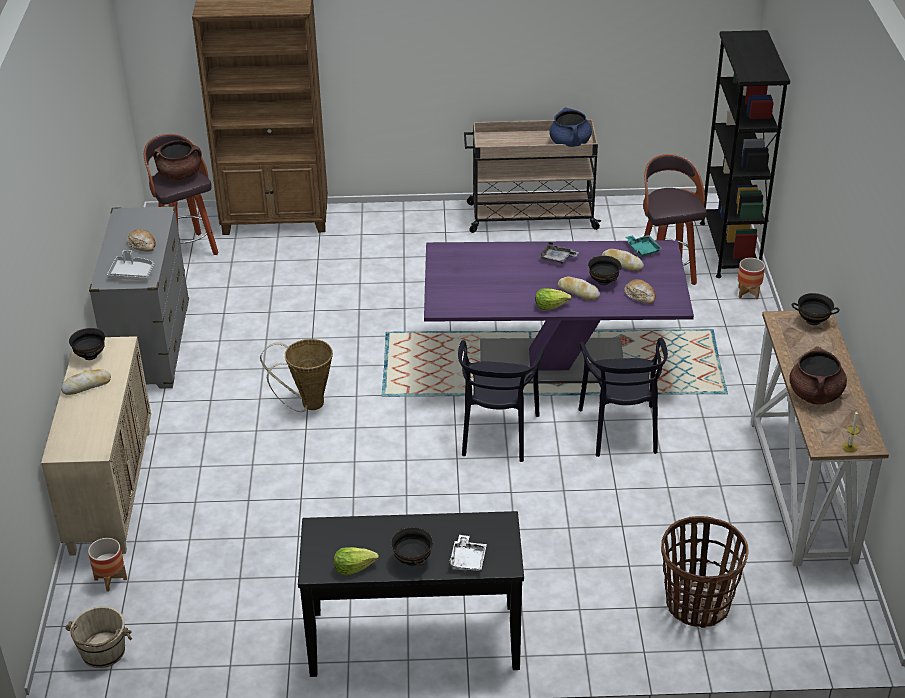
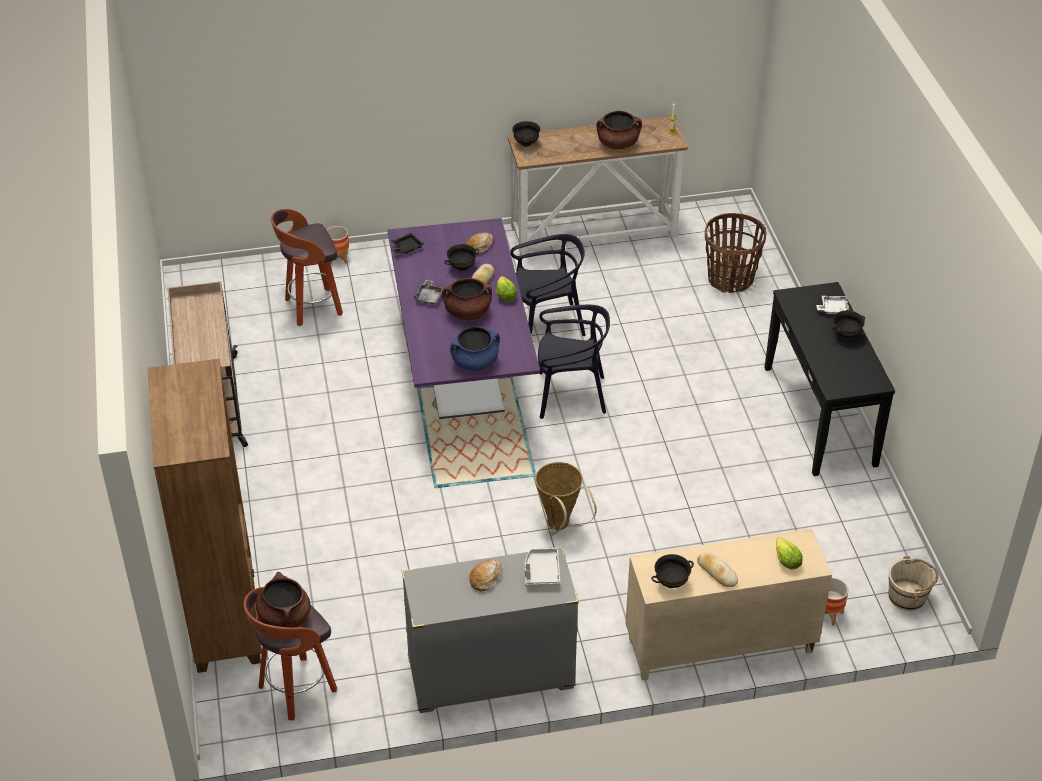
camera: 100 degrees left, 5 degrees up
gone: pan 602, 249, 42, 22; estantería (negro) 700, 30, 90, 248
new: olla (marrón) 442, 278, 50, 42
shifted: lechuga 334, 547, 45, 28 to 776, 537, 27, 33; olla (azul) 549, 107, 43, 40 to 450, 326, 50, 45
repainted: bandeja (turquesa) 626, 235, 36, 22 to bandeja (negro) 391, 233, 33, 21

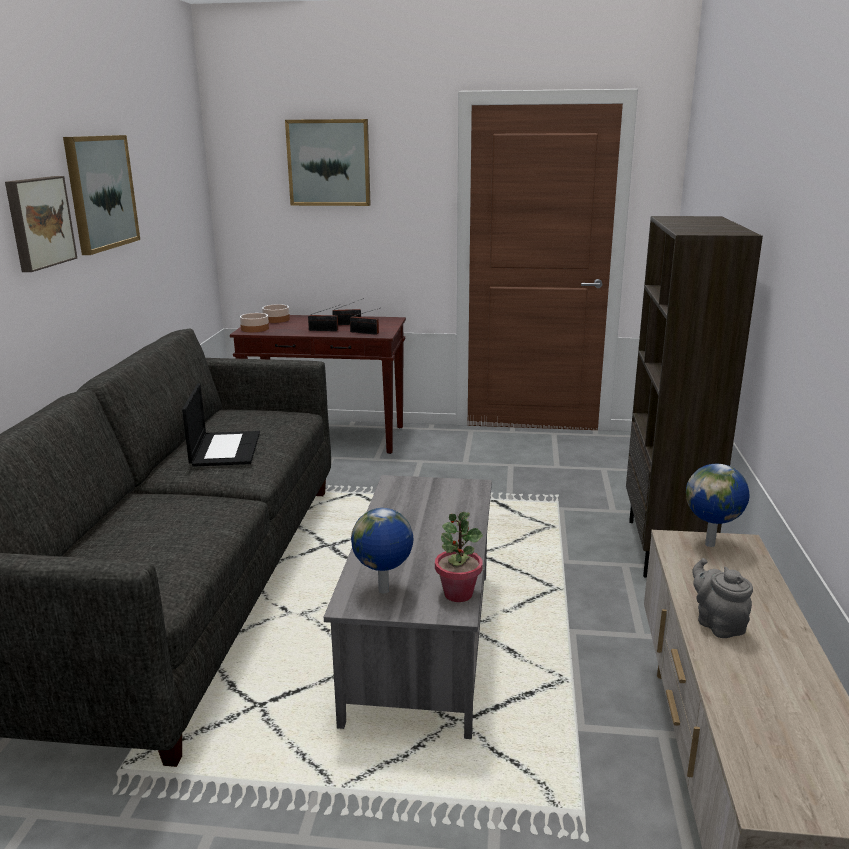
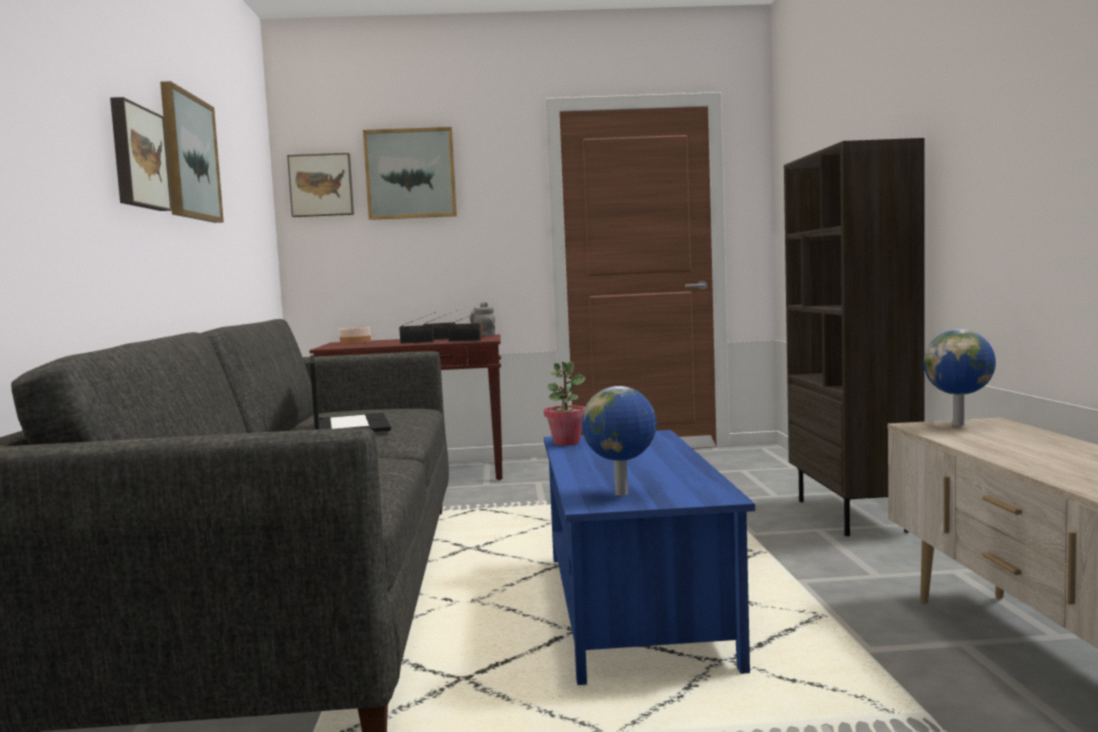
camera: 10 degrees left, 15 degrees down
gone: cuenco 240, 313, 29, 19
new: cuadro 287, 153, 67, 64
shifted: planta en maceta 435, 512, 48, 90 to 544, 361, 42, 84; tetera (gris) 692, 558, 61, 80 to 470, 301, 25, 36
repainted: mesa de centro (gris) 324, 475, 168, 264 to mesa de centro (azul) 544, 430, 211, 255

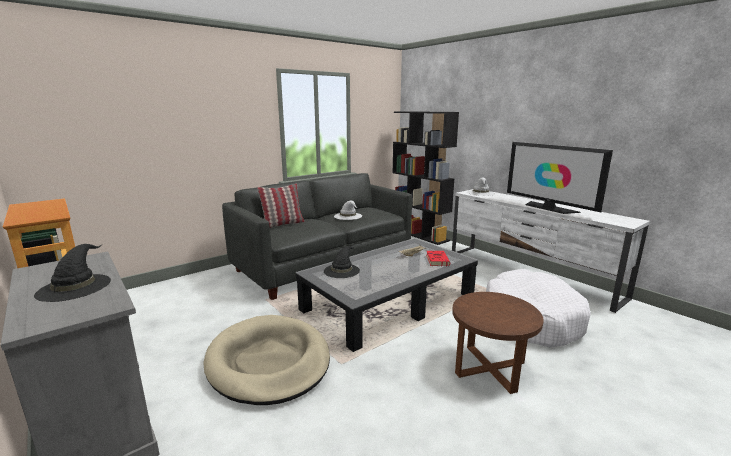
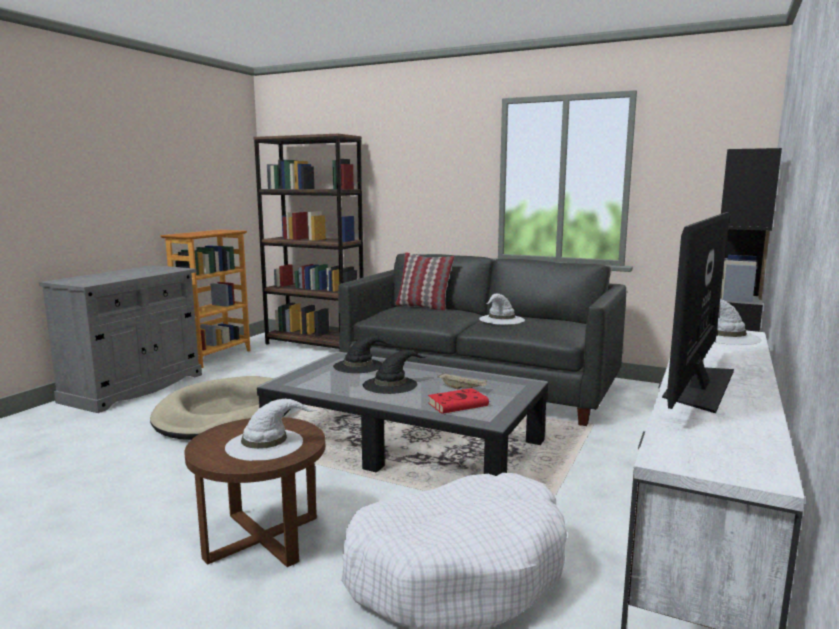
camera: 65 degrees right, 5 degrees down
new: sombrero (blanco) 225, 399, 94, 62; estantería (marrón) 254, 134, 110, 215
shifted: sombrero (negro) 34, 244, 77, 58 to 363, 350, 64, 44

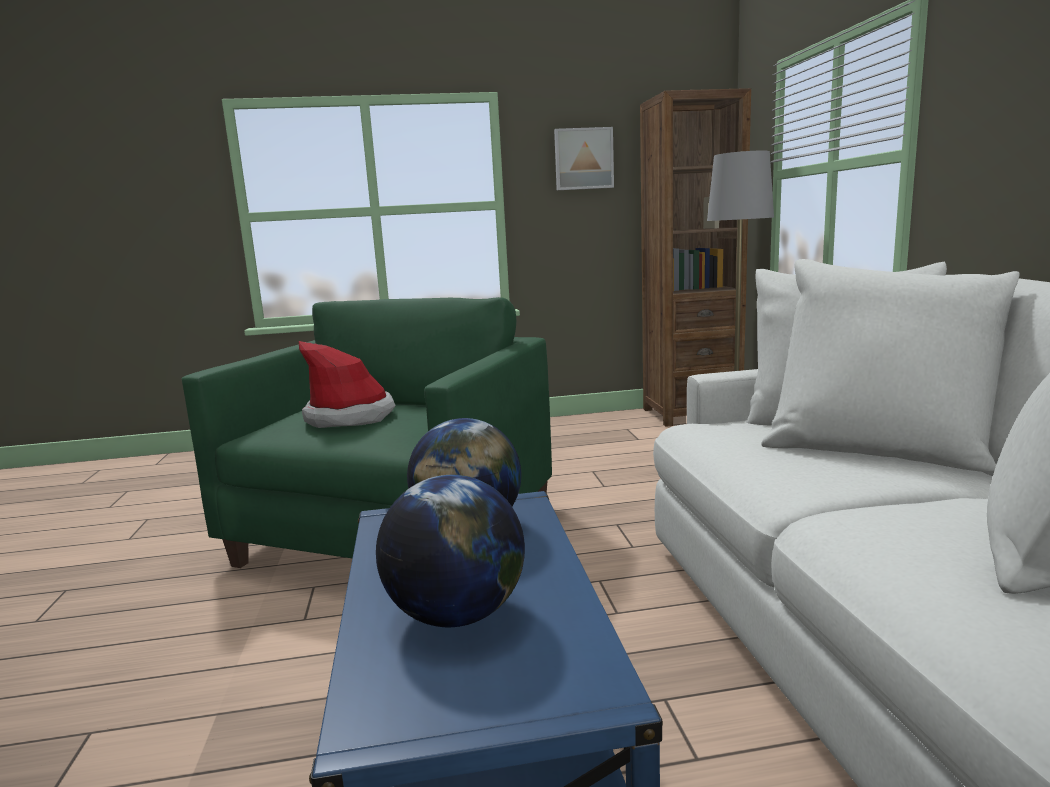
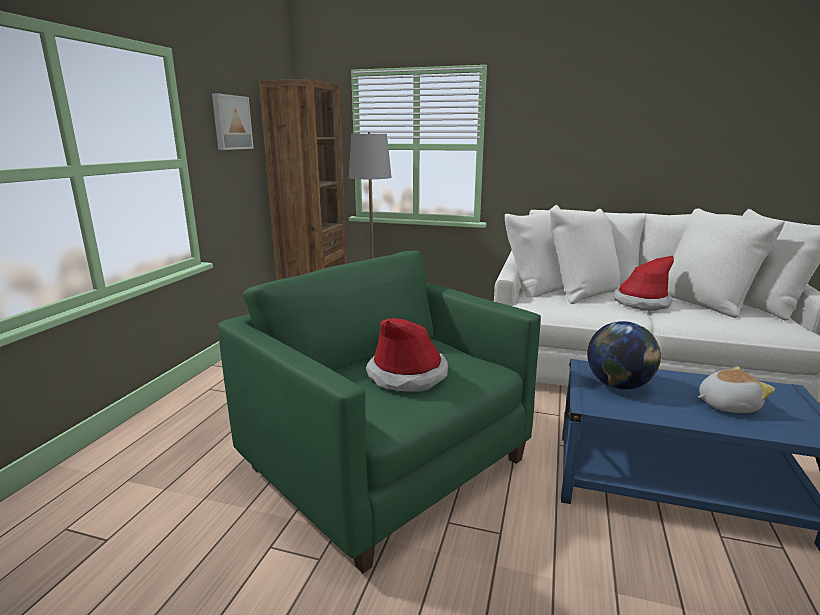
camera: 65 degrees left, 5 degrees up
new: sombrero 614, 256, 60, 55
swapped: globo terráqueo 376, 475, 149, 152 to peluche 698, 366, 77, 47

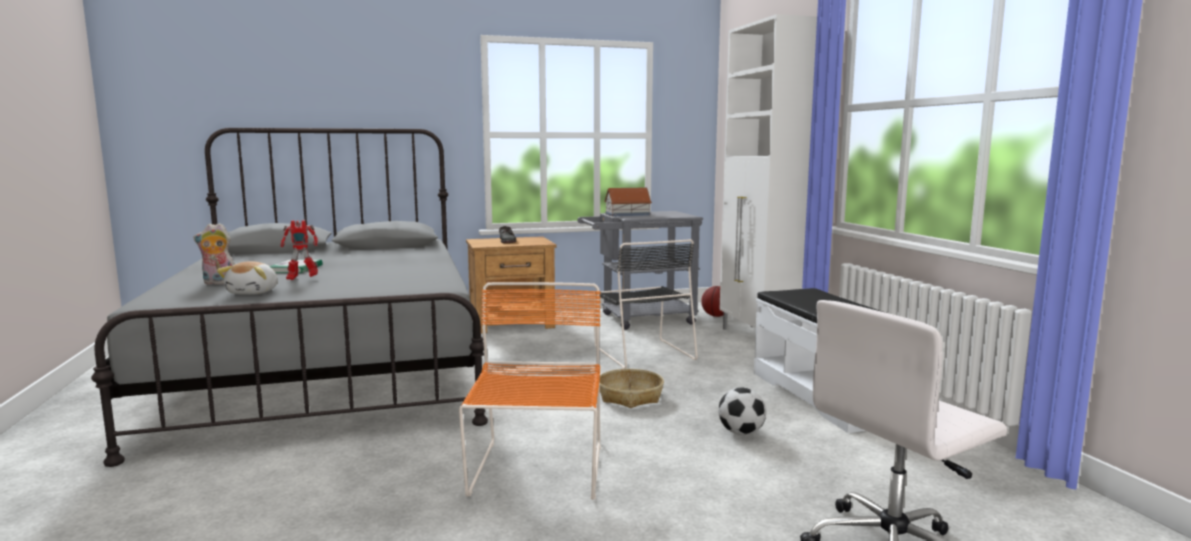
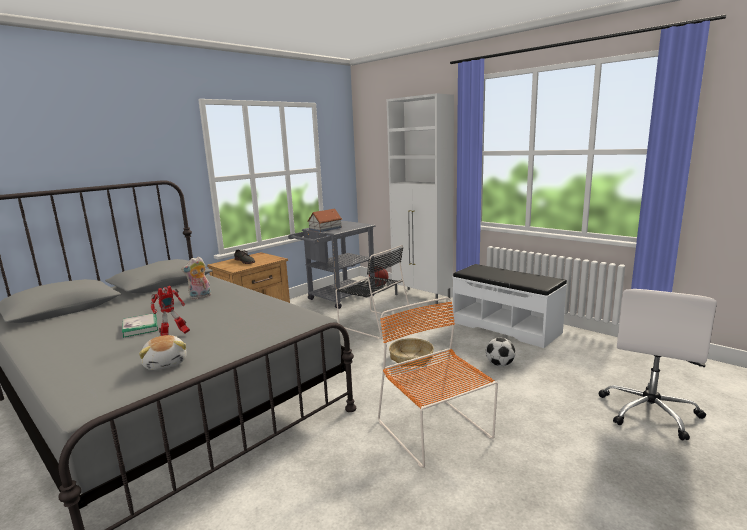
camera: 30 degrees left, 5 degrees up
shifted: peluche 194, 223, 41, 62 to 181, 256, 30, 44

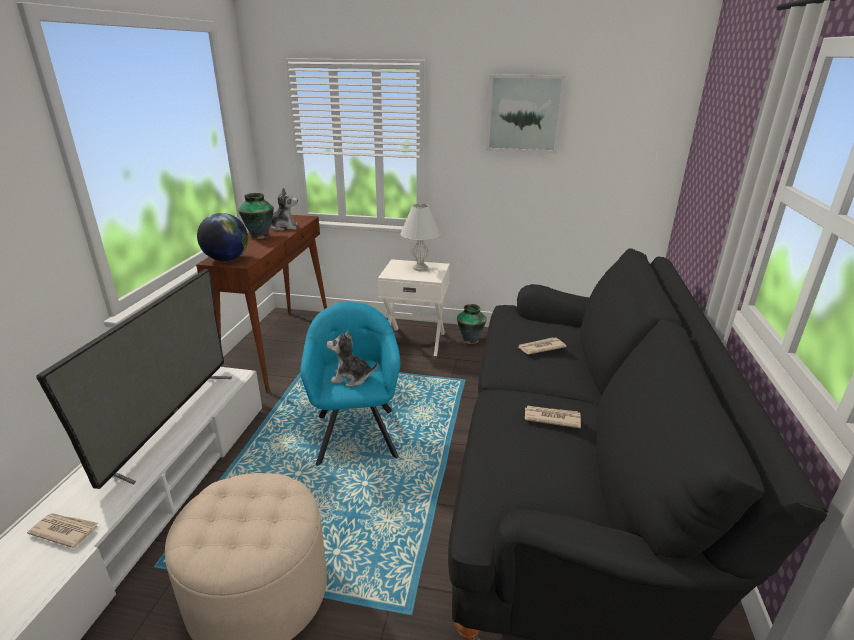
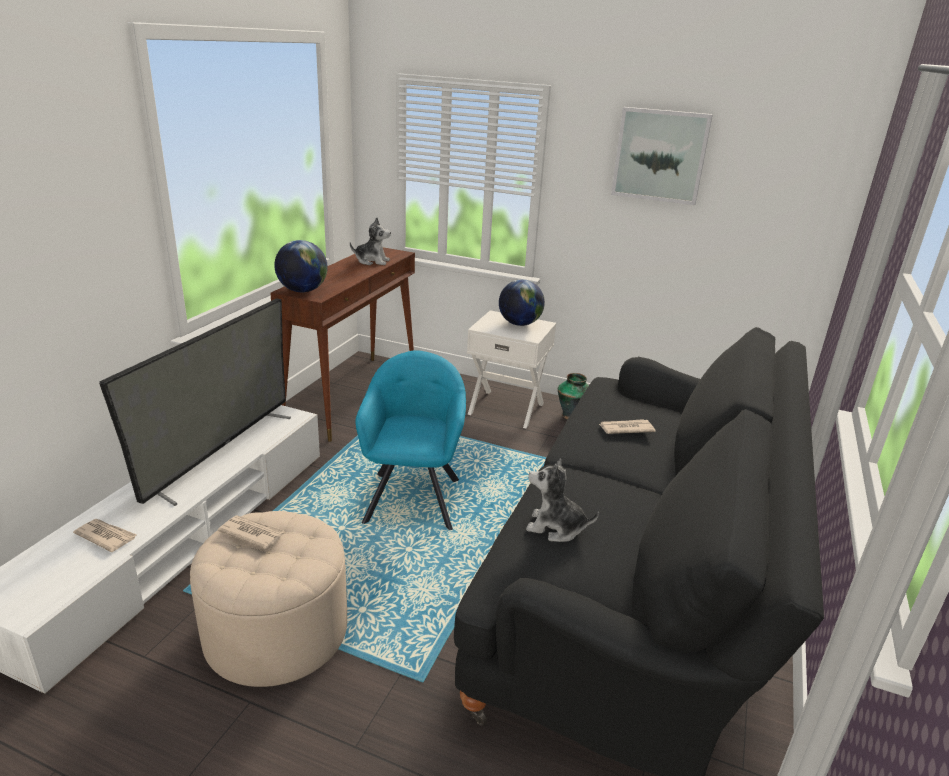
camera: 10 degrees right, 0 degrees up
gone: florero 238, 193, 36, 46
shifted: peluche 327, 330, 51, 57 to 526, 458, 73, 84; periódico 525, 406, 56, 22 to 218, 516, 66, 33
swapped: lámpara de mesa (blanco) 400, 204, 41, 67 to globo terráqueo 499, 279, 46, 47

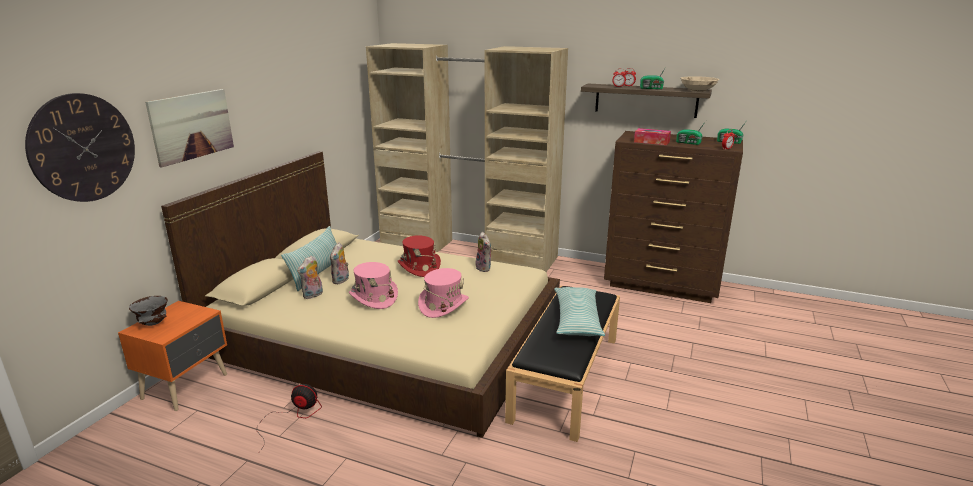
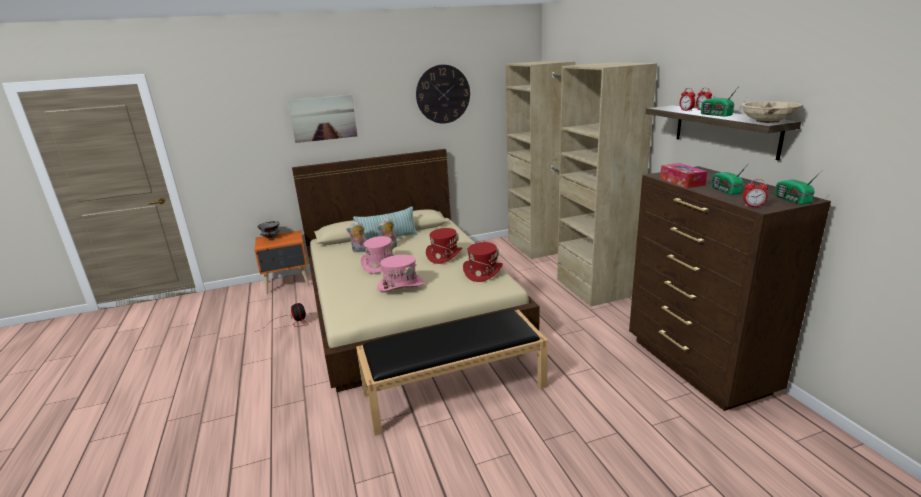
camera: 50 degrees right, 0 degrees up
gone: cojín 554, 287, 51, 49
shifted: reloj de pared 25, 93, 110, 109 to 416, 65, 54, 58
swapped: peluche 476, 232, 17, 40 to sombrero (rojo) 463, 242, 40, 40

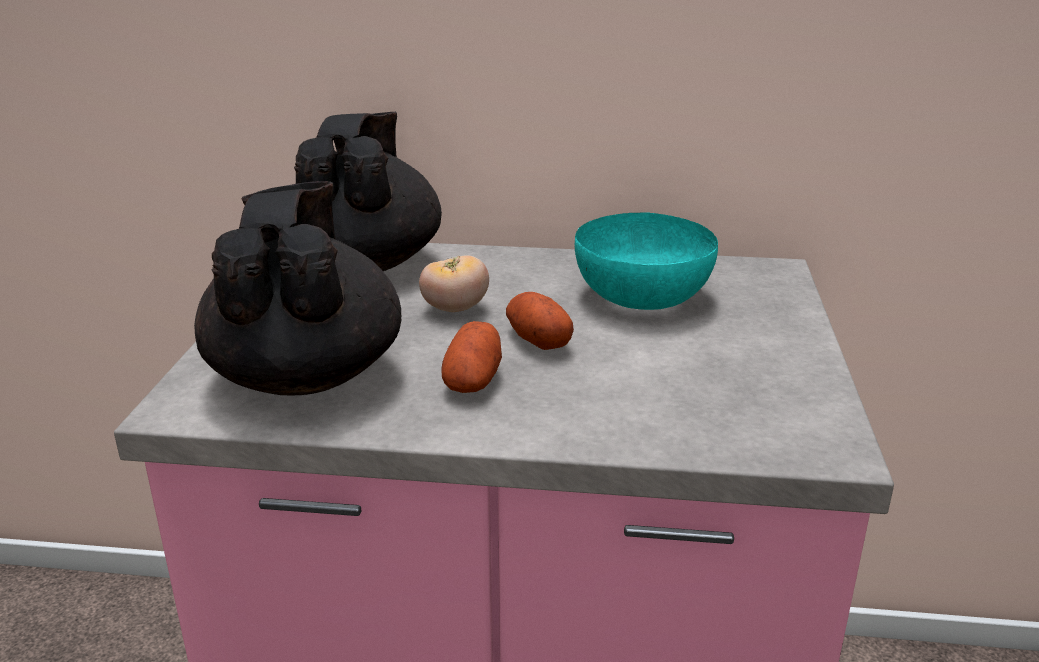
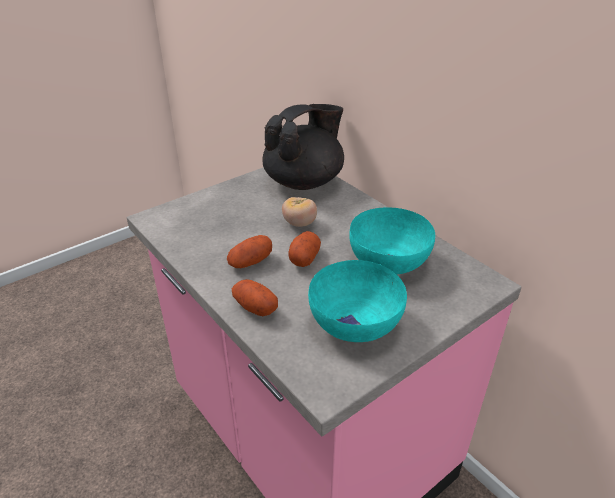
camera: 45 degrees right, 10 degrees up
gone: tetera (negro) 194, 181, 208, 214
new: patata 232, 279, 46, 37; cuenco (turquesa) 308, 260, 99, 82

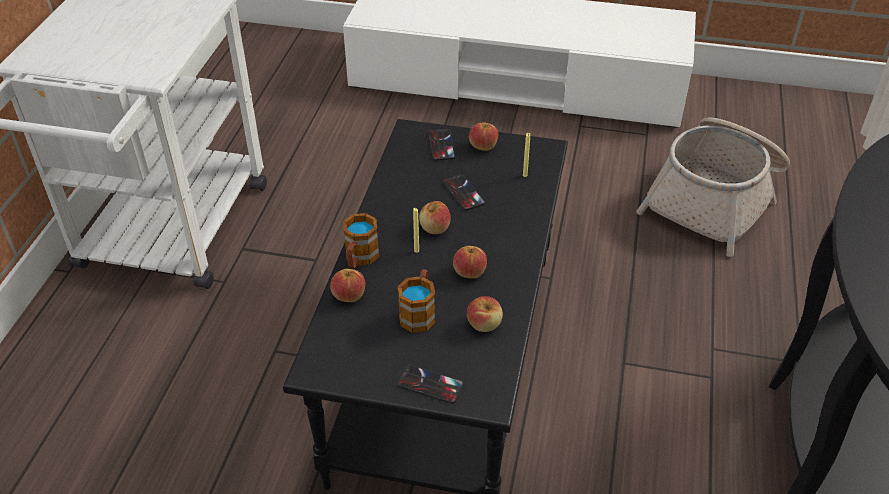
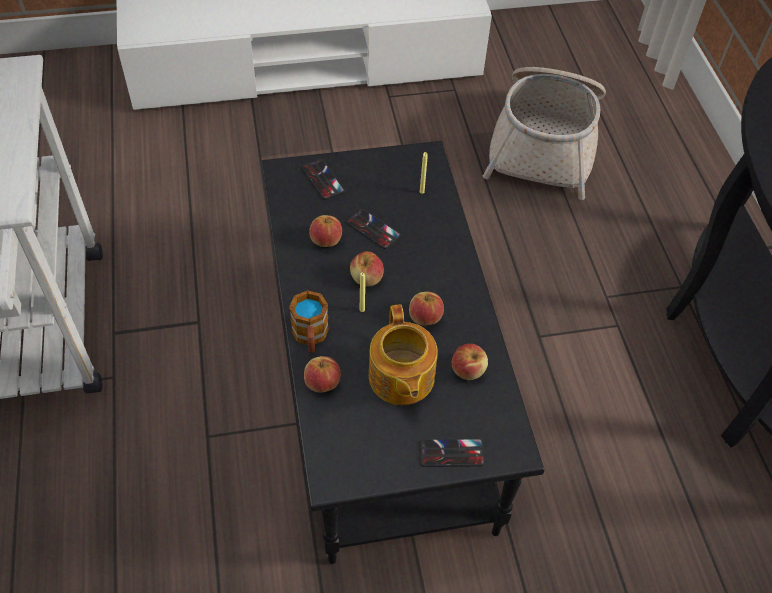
camera: 25 degrees left, 10 degrees up
shifted: manzana 469, 123, 29, 28 to 309, 215, 33, 32
swapped: taza grande 398, 269, 37, 64 to tetera 369, 304, 69, 101

